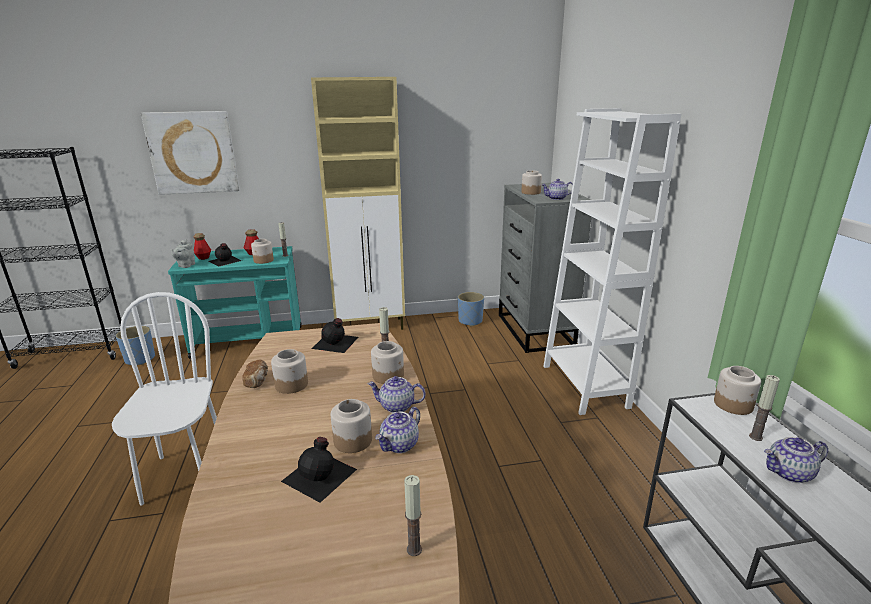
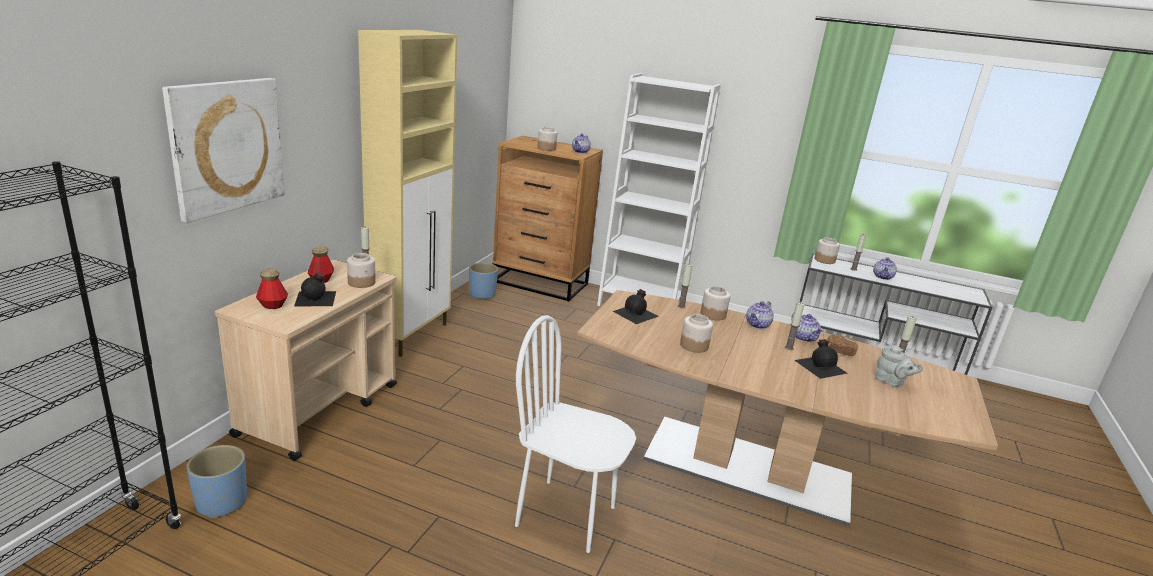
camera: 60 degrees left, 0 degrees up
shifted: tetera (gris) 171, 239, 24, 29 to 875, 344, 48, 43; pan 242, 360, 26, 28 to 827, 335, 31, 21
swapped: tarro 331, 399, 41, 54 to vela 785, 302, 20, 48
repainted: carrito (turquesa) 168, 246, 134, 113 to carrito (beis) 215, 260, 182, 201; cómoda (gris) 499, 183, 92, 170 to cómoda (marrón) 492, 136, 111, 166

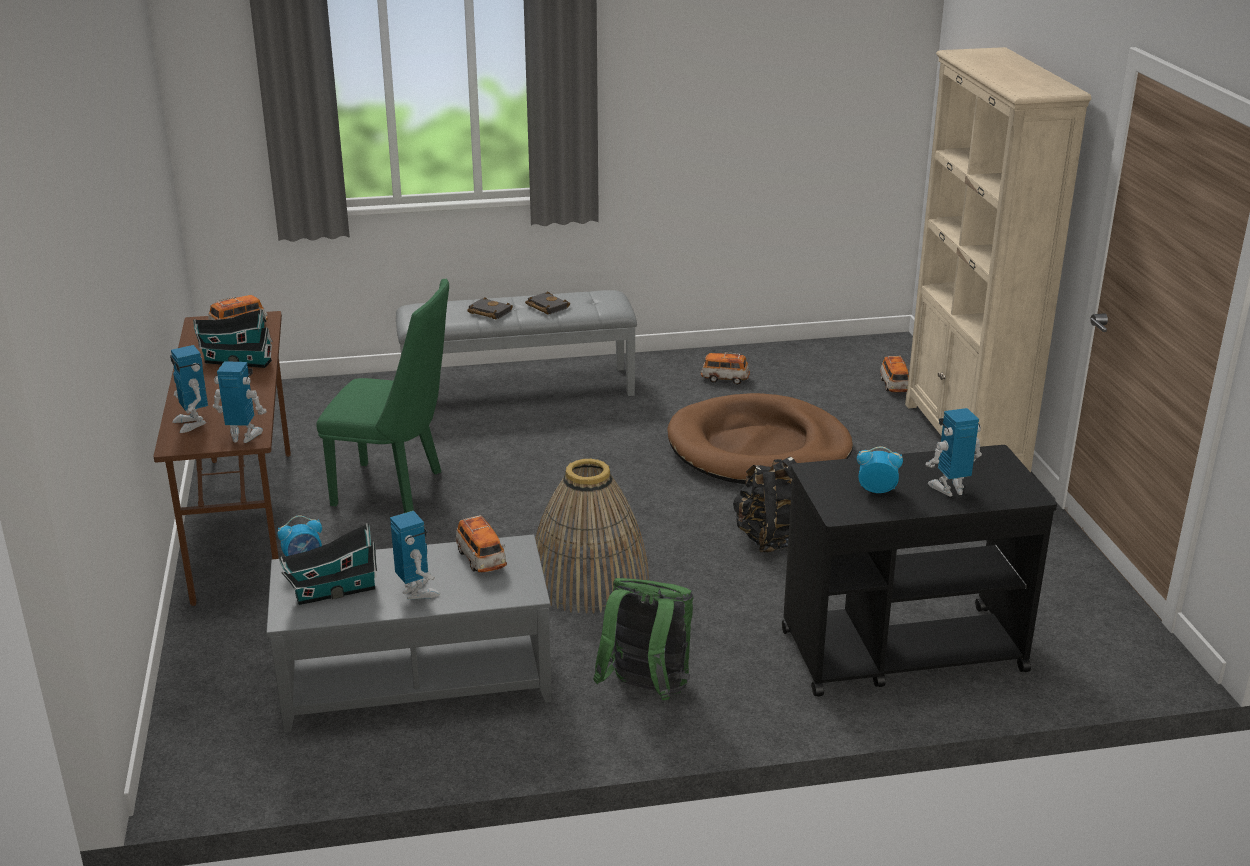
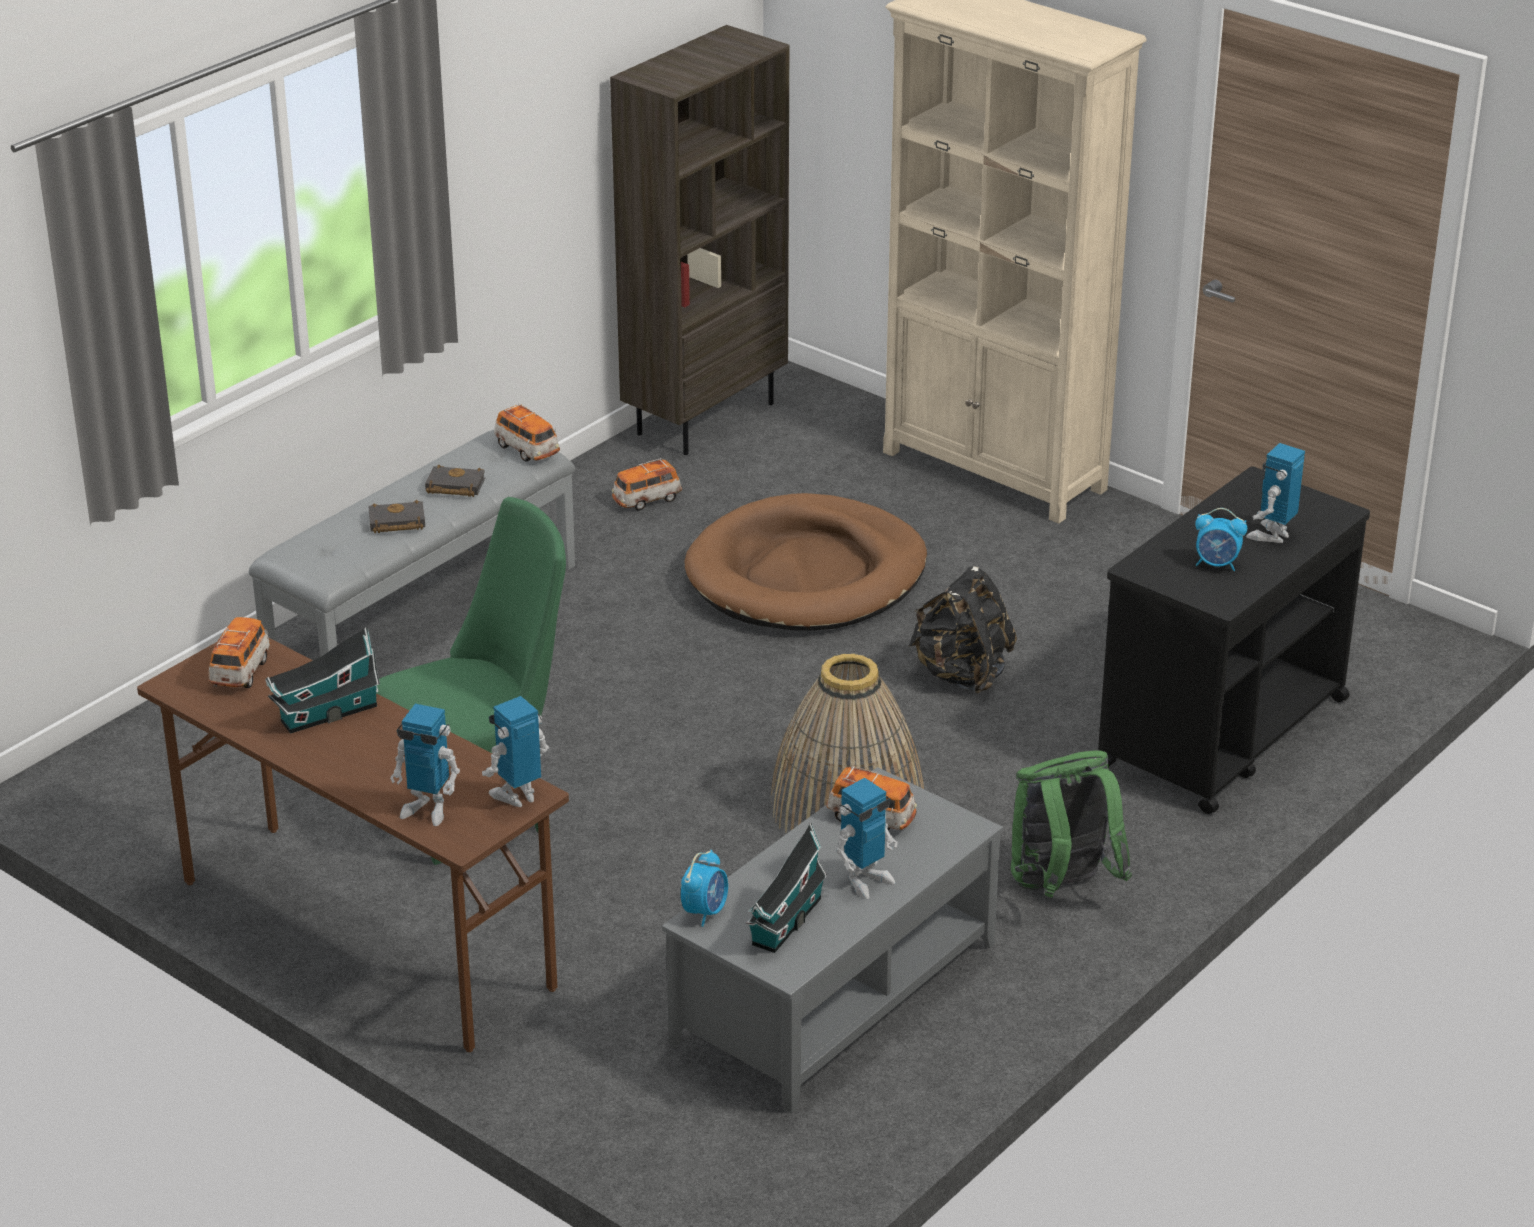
camera: 40 degrees left, 5 degrees up
new: estantería (marrón) 610, 25, 179, 430
shifted: coche de juguete 880, 356, 29, 36 to 494, 404, 66, 58
rotated: robot de juguete 390, 511, 50, 88 = 836, 778, 61, 121 120 degrees clockwise; despertador 857, 447, 46, 46 = 1195, 508, 52, 63 135 degrees counterclockwise

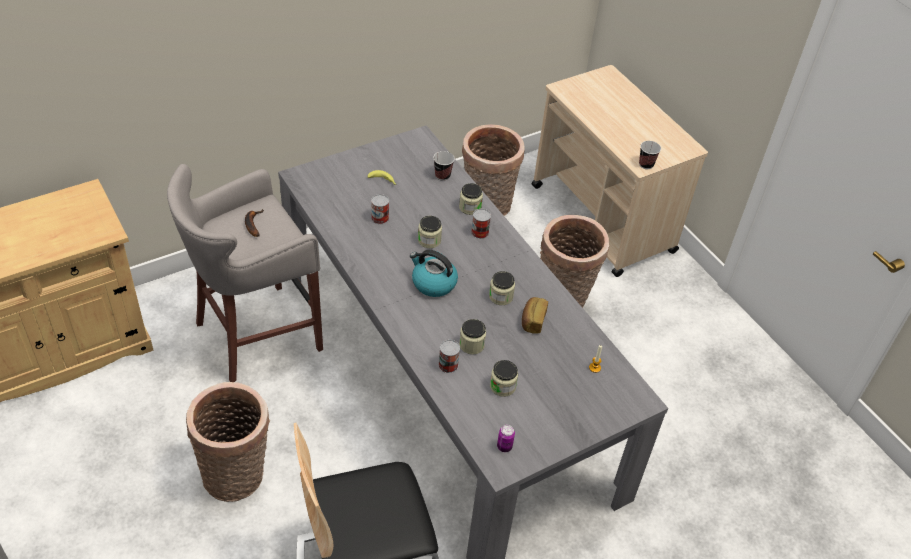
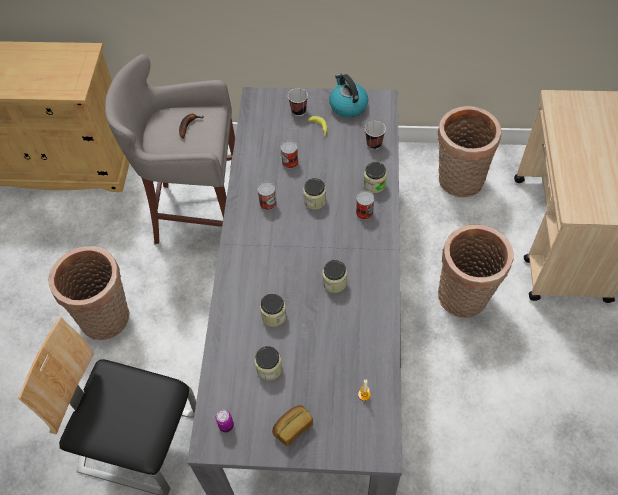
camera: 40 degrees right, 10 degrees up
shifted: hervidor 410, 250, 48, 47 to 329, 74, 39, 43; lata 438, 340, 22, 33 to 257, 182, 20, 28; pan 522, 297, 26, 37 to 272, 405, 41, 41; taza 639, 141, 22, 28 to 288, 88, 20, 28

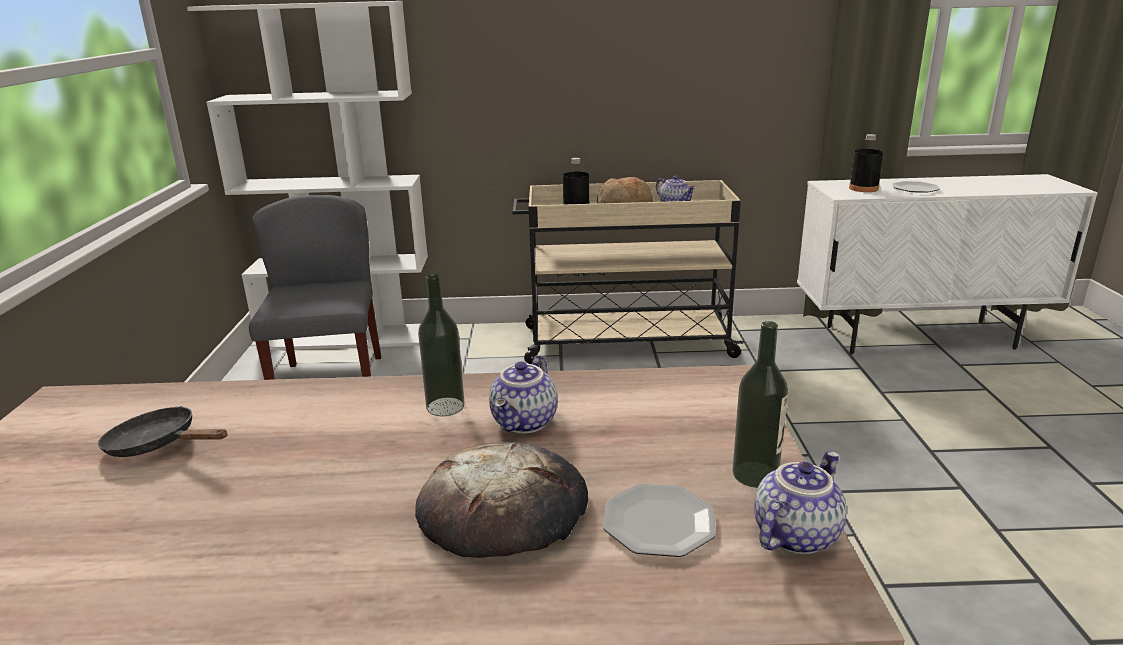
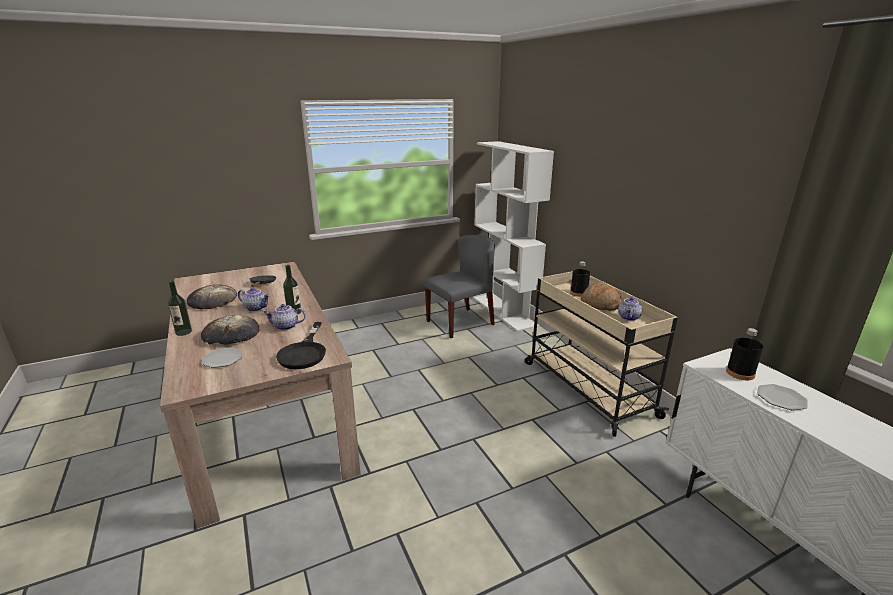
camera: 65 degrees right, 0 degrees up
new: pan 187, 284, 50, 25; sartén (negro) 276, 322, 50, 47
shifted: botella 732, 321, 56, 167 to 168, 281, 24, 55; tetera 754, 451, 93, 103 to 238, 287, 32, 25

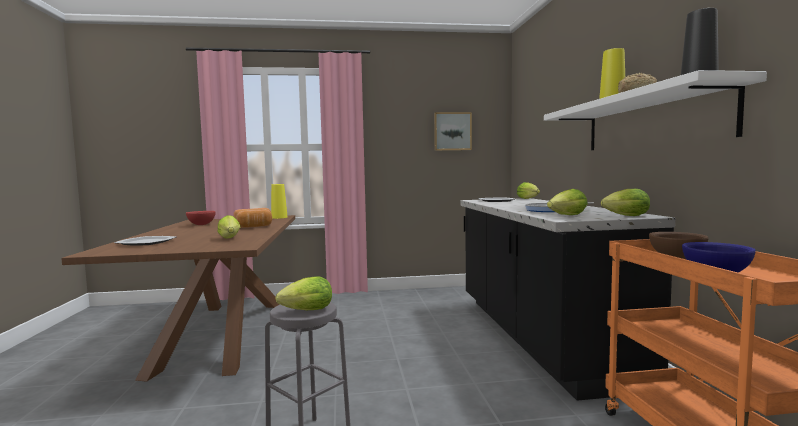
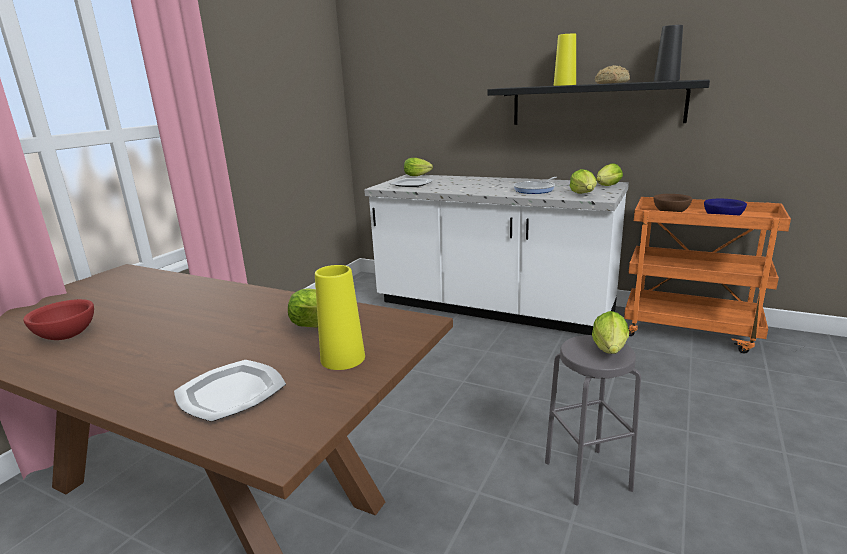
camera: 55 degrees left, 15 degrees up
gone: pan 233, 208, 39, 20; cuadro 434, 112, 38, 39
shifted: florero (amarillo) 271, 184, 17, 35 to 315, 265, 50, 105
repainted: mueble bajo de cocina (negro) 461, 198, 214, 203 to mueble bajo de cocina (blanco) 364, 174, 265, 161; estante (blanco) 544, 70, 223, 80 to estante (negro) 487, 79, 223, 46

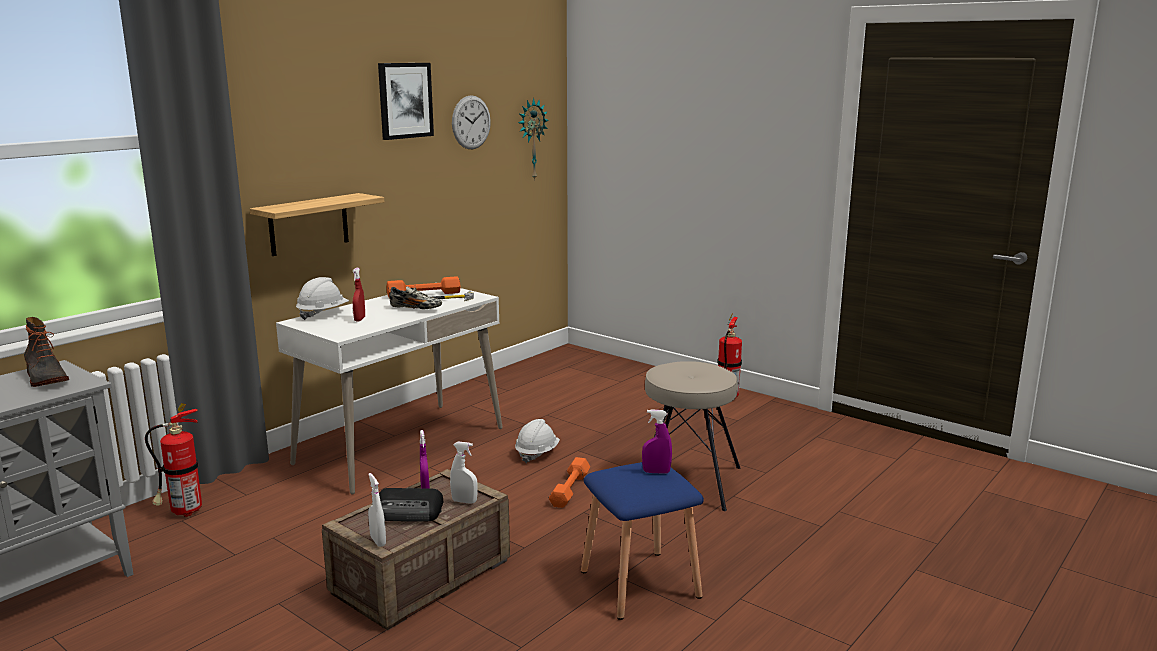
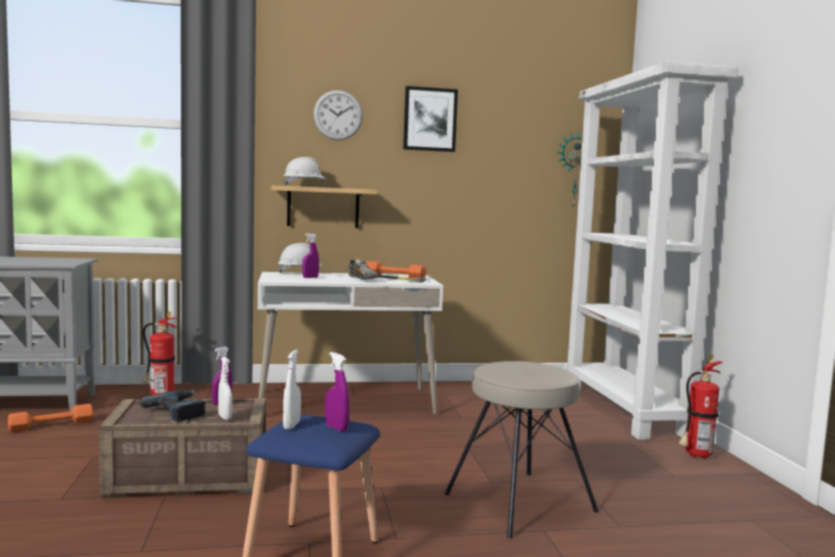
camera: 40 degrees right, 10 degrees down
gone: bota 24, 317, 45, 70
new: estantería (blanco) 564, 61, 174, 379
shifted: pulverizador (blanco) 368, 473, 18, 74 to 283, 349, 18, 81; reloj de pared 452, 95, 39, 54 to 313, 90, 50, 50; casco (blanco) 515, 419, 45, 44 to 282, 157, 44, 29; mancuerna (naranja) 549, 457, 41, 51 to 8, 404, 85, 28
swapped: radio 379, 488, 64, 34 to taladro 139, 389, 67, 33
repainted: pulverizador (rojo) 353, 267, 12, 54 to pulverizador (morado) 302, 233, 17, 45

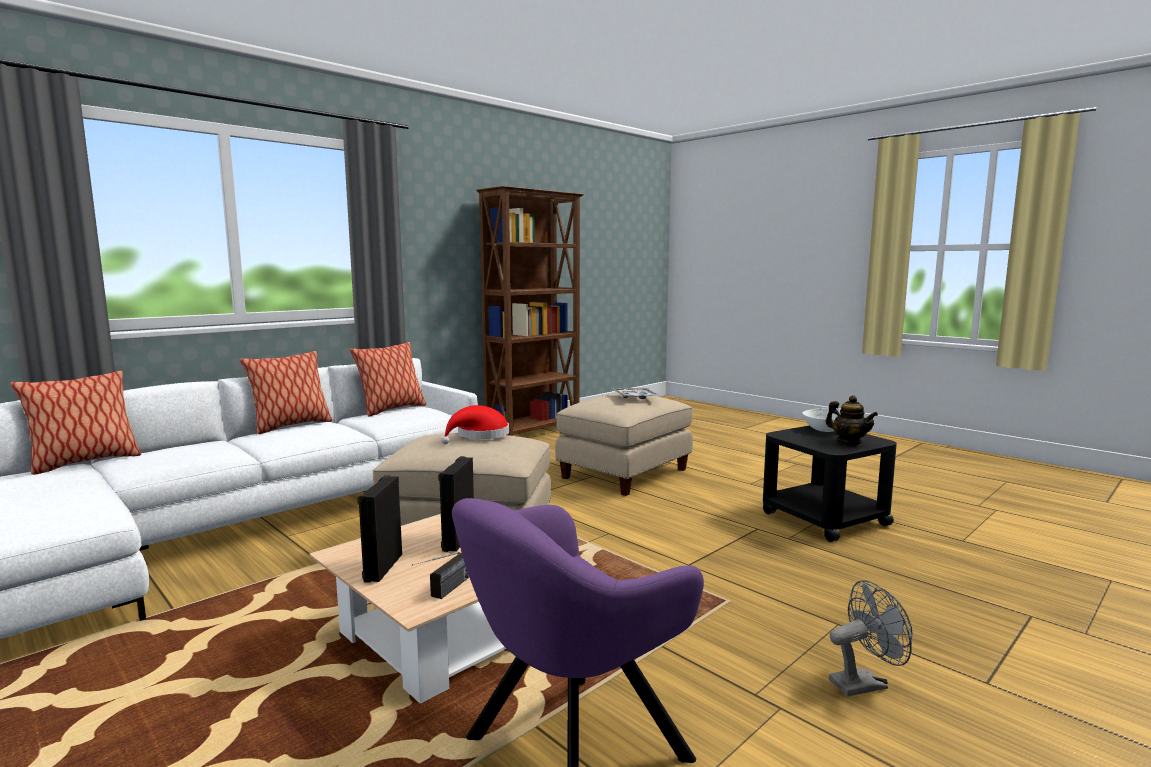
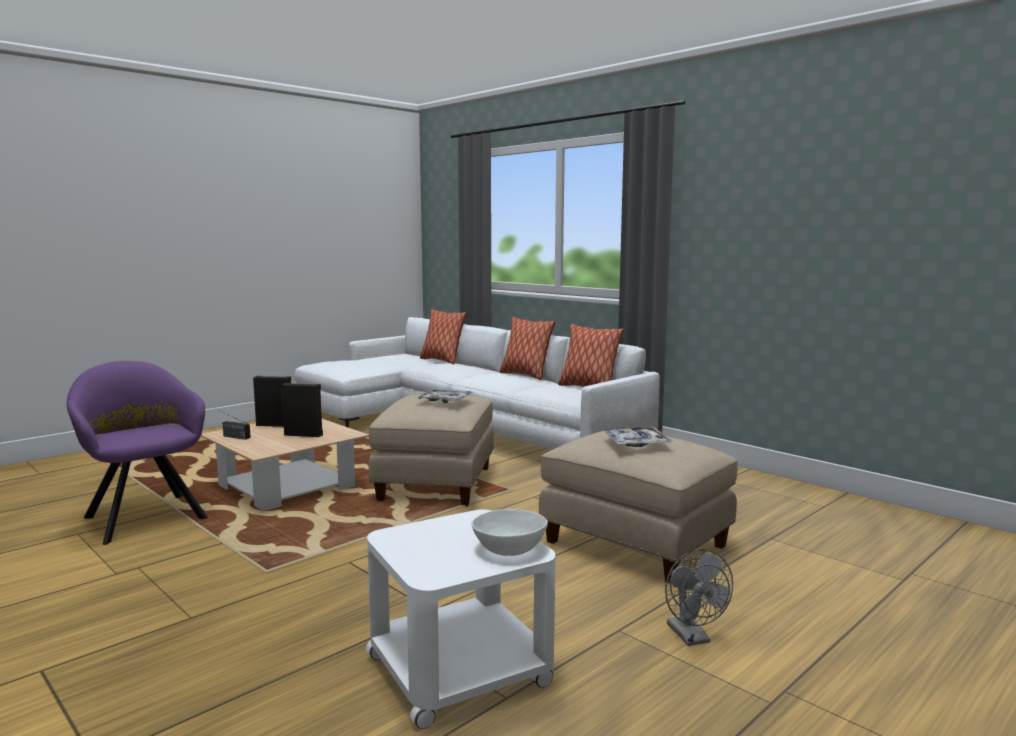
camera: 90 degrees right, 0 degrees up
gone: estantería (marrón) 476, 186, 108, 250; tetera 825, 396, 53, 49
shifted: ventilador (gris) 829, 580, 84, 117 to 665, 549, 68, 97
swapped: sombrero (rojo) 441, 405, 68, 39 to bandeja 417, 390, 57, 13
repainted: mesa auxiliar (negro) 763, 426, 134, 116 to mesa auxiliar (blanco) 366, 509, 190, 220

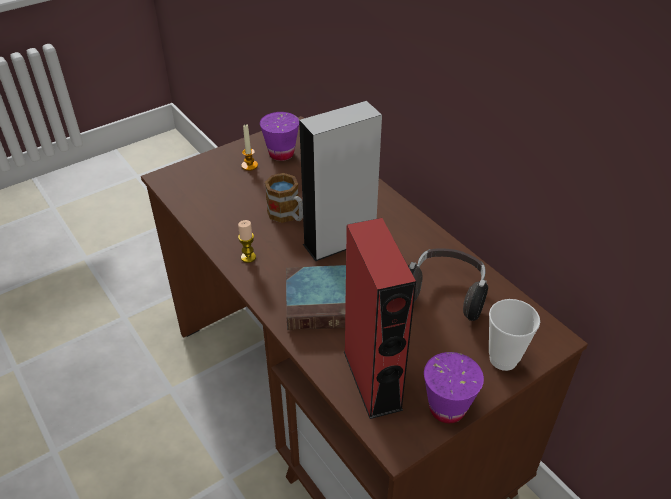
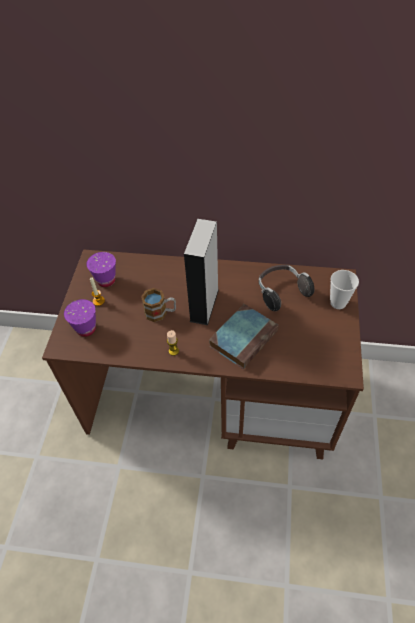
camera: 45 degrees left, 10 degrees up
gone: altavoz (rojo) 344, 218, 72, 201
shifted: taza (morado) 424, 352, 60, 71 to 64, 299, 32, 38

